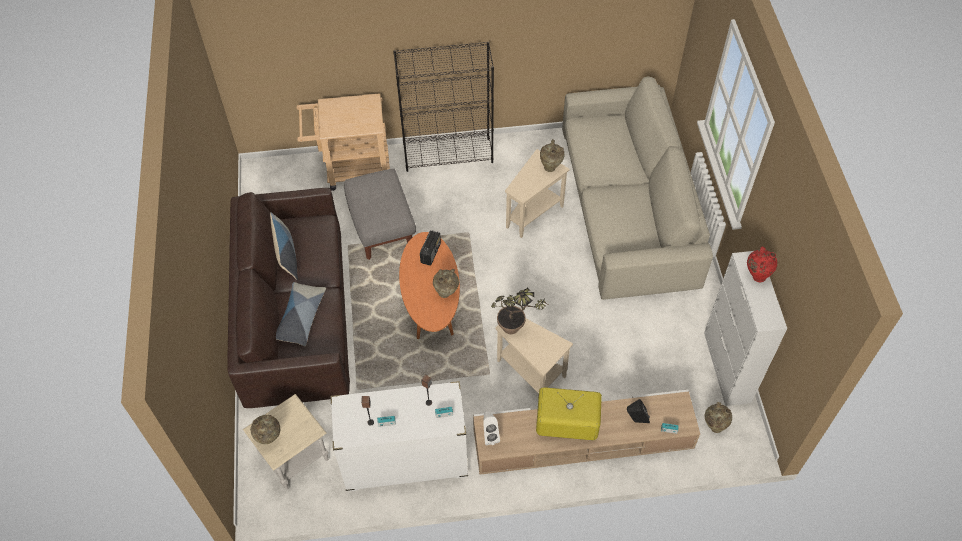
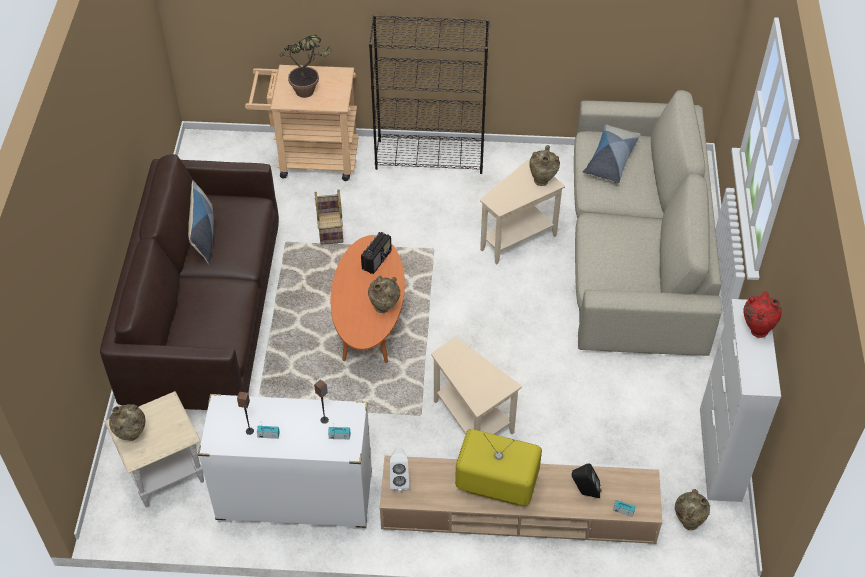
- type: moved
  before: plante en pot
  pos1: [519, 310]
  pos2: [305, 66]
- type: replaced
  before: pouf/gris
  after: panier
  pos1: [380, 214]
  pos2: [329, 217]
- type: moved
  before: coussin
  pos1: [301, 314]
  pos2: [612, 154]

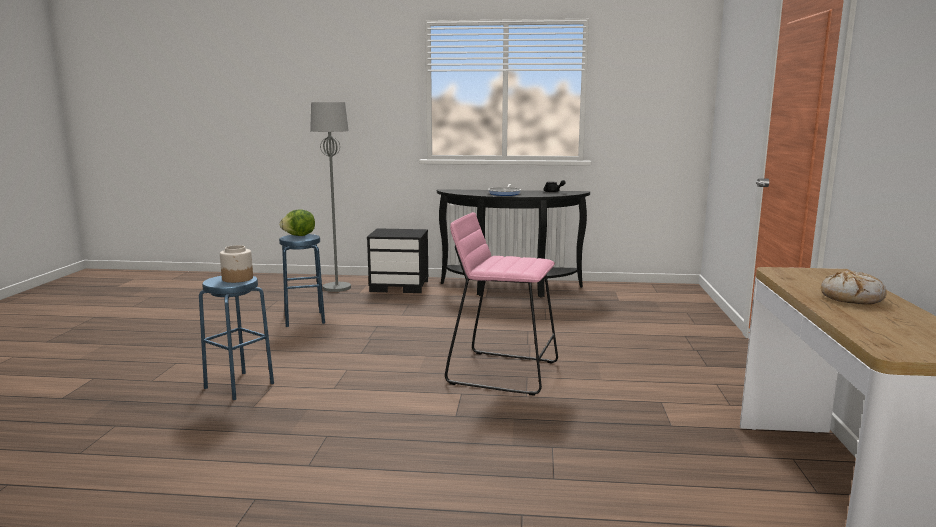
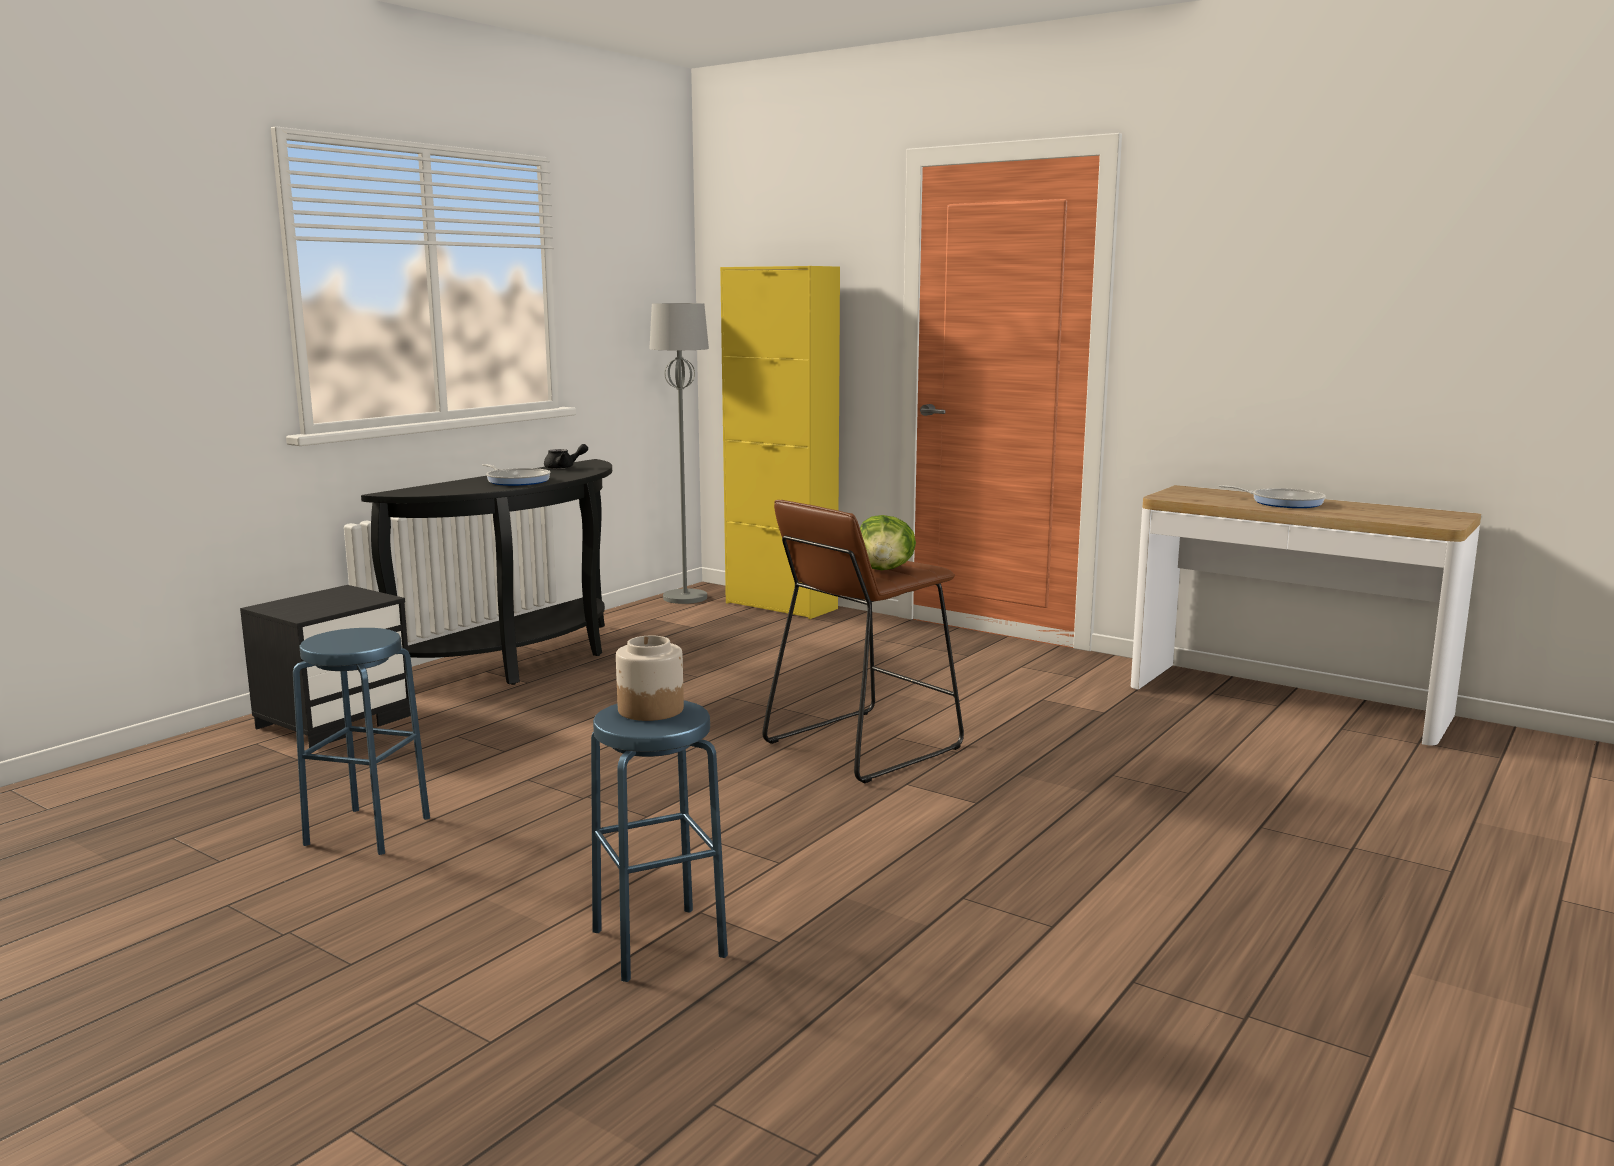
- type: moved
  before: lampadaire/gris
  pos1: [330, 197]
  pos2: [679, 453]
- type: added
  after: meuble de rangement/jaune
  pos2: [780, 442]
- type: recoloured
  before: tabouret/rose
  after: tabouret/marron
  pos1: [501, 304]
  pos2: [863, 641]
- type: moved
  before: laitue
  pos1: [297, 223]
  pos2: [888, 542]
- type: replaced
  before: pain
  after: poêle
  pos1: [854, 287]
  pos2: [1272, 496]

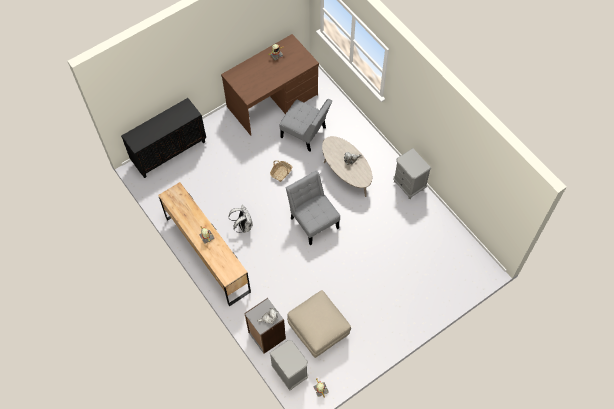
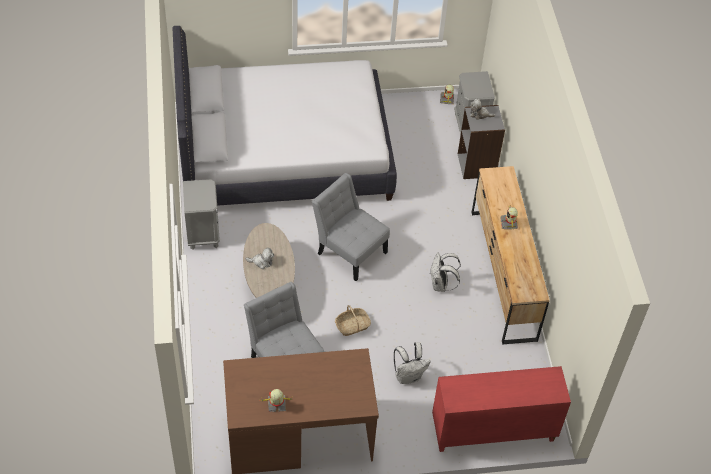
- type: added
  after: lit/blanc
  pos2: [284, 116]
- type: turned
  before: chaise/gris
  pos1: [313, 207]
  pos2: [351, 227]
  turn: 135
- type: added
  after: sac à dos/blanc
  pos2: [412, 363]
- type: recoloured
  before: meuble de rangement/noir
  after: meuble de rangement/rouge
  pos1: [163, 138]
  pos2: [501, 409]
- type: removed
  before: pouf/beige
  pos1: [319, 324]

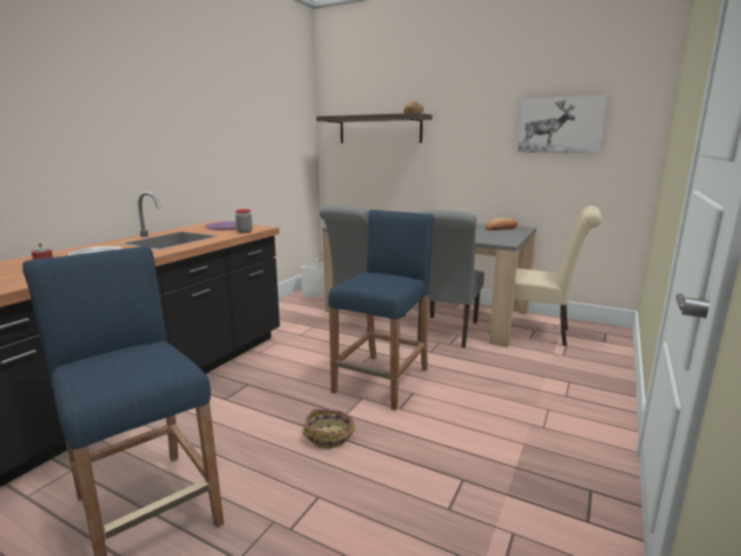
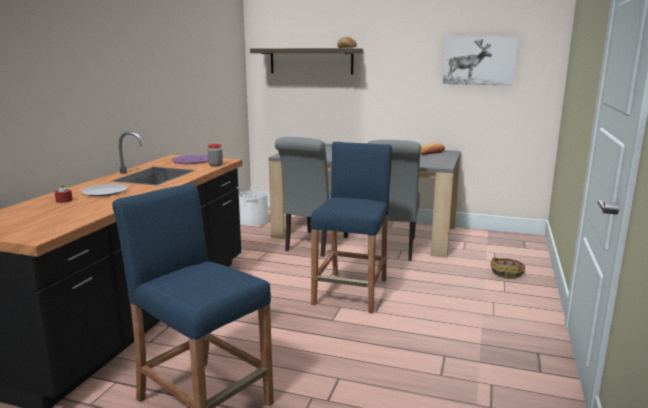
- type: moved
  before: panier
  pos1: [329, 429]
  pos2: [508, 268]
- type: removed
  before: chaise/beige
  pos1: [547, 276]

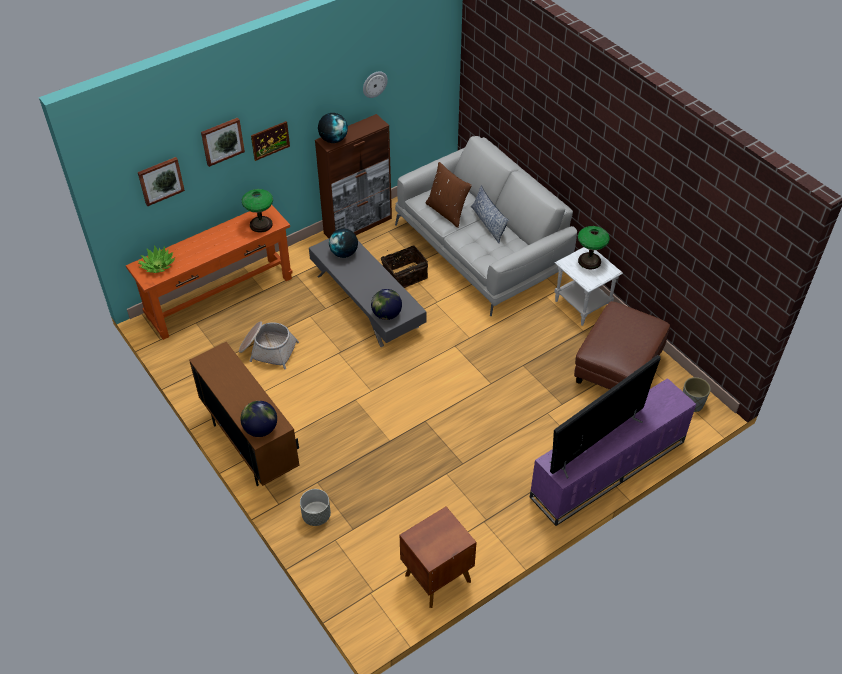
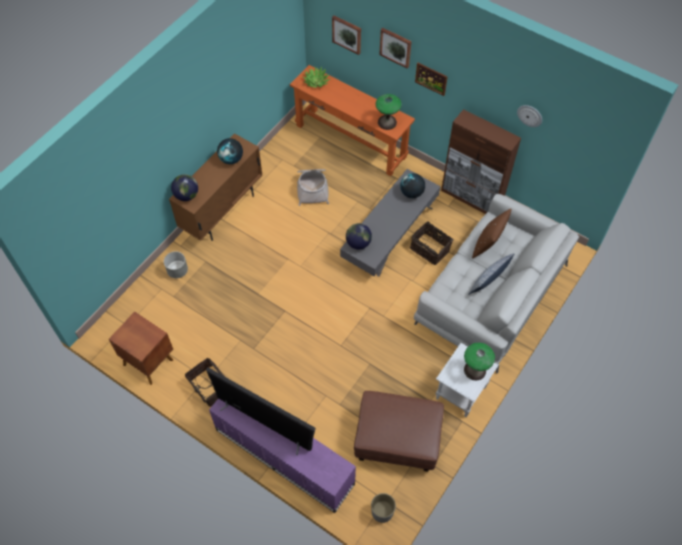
- type: added
  after: panier
  pos2: [204, 382]
- type: moved
  before: globe
  pos1: [333, 128]
  pos2: [230, 151]

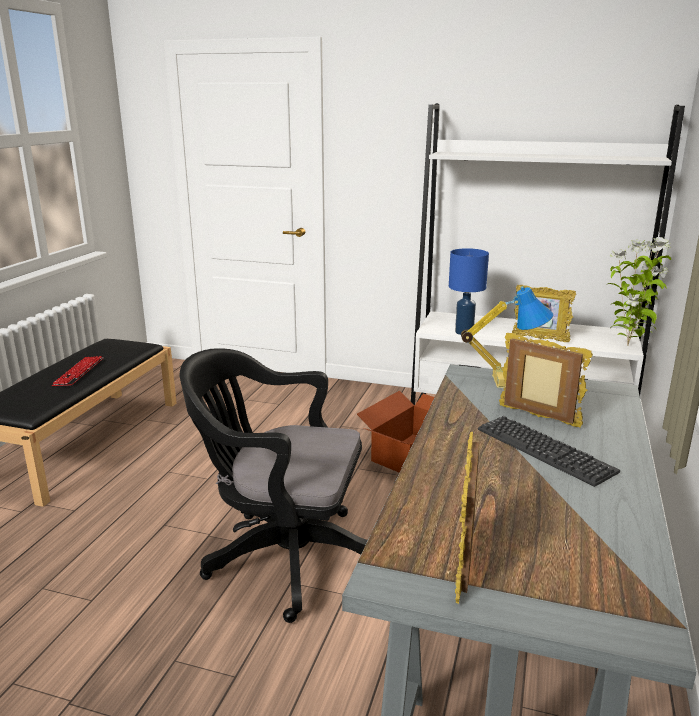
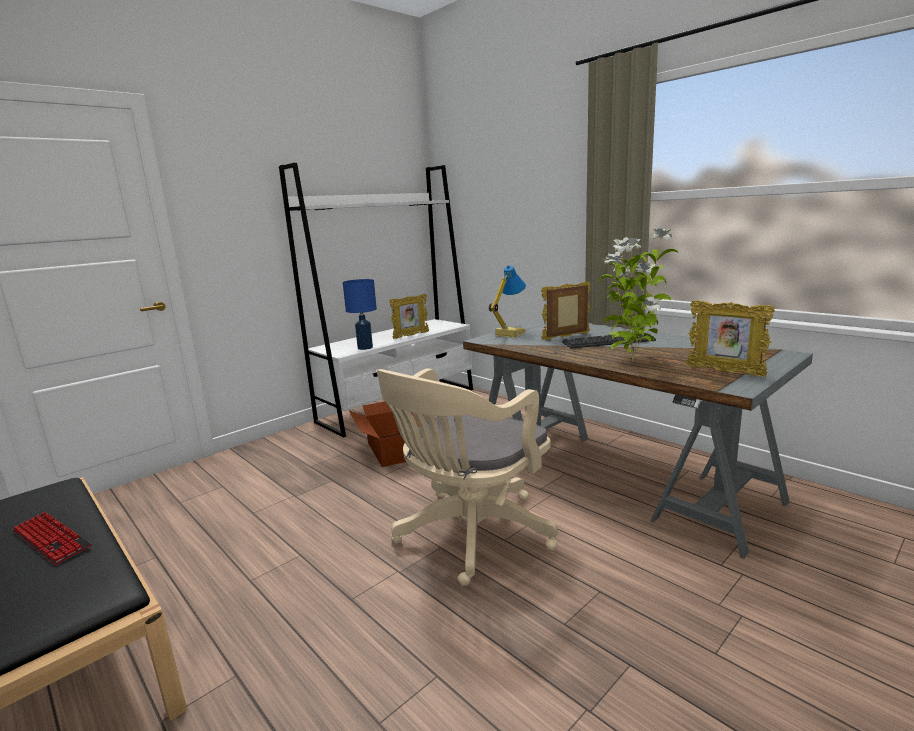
- type: recoloured
  before: chaise de bureau/noir
  after: chaise de bureau/beige
  pos1: [274, 485]
  pos2: [467, 477]
- type: moved
  before: plante en pot
  pos1: [639, 291]
  pos2: [638, 294]

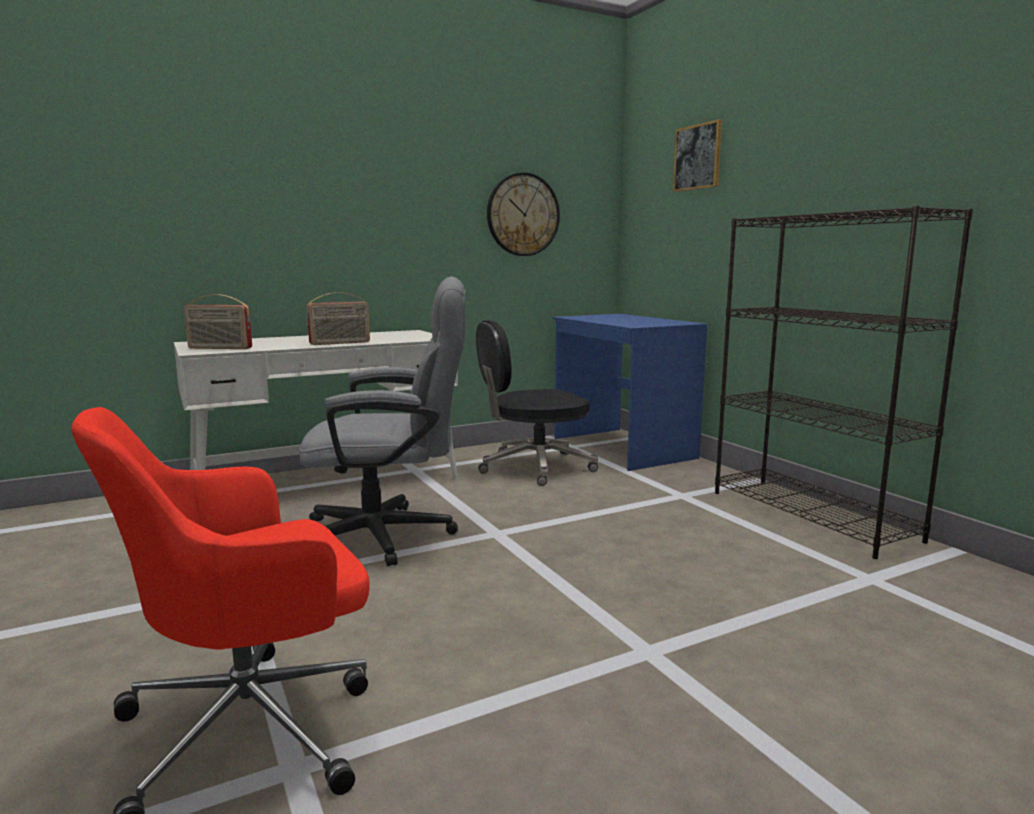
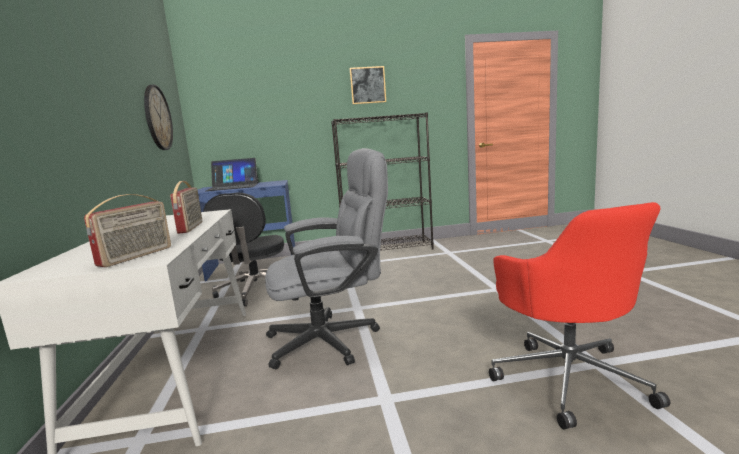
- type: added
  after: ordinateur portable
  pos2: [232, 174]
- type: turned
  before: chaise de bureau/gris
  pos1: [382, 421]
  pos2: [326, 258]
  turn: 60
- type: moved
  before: tableau
  pos1: [697, 155]
  pos2: [368, 85]

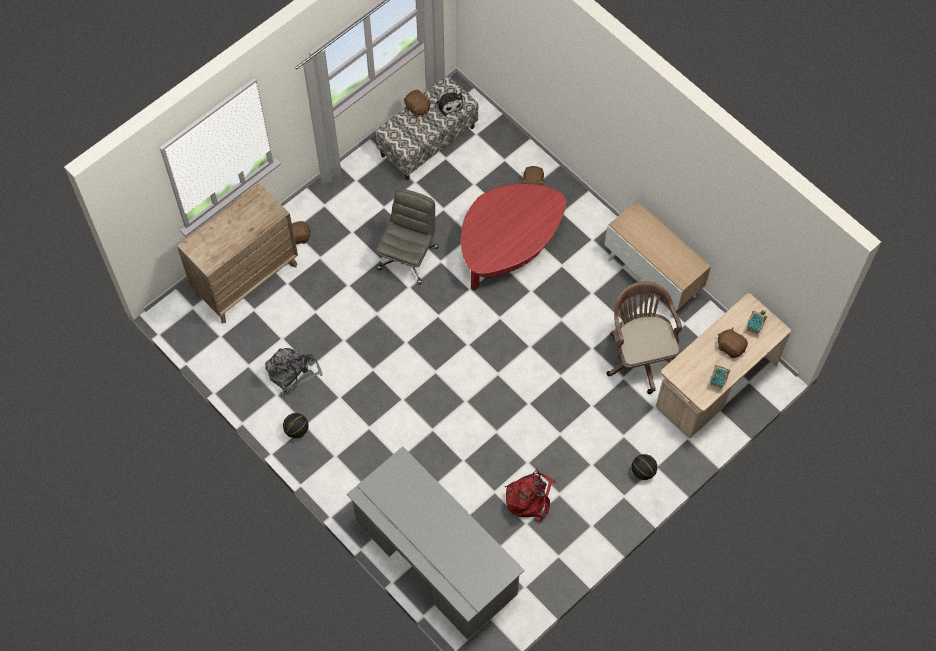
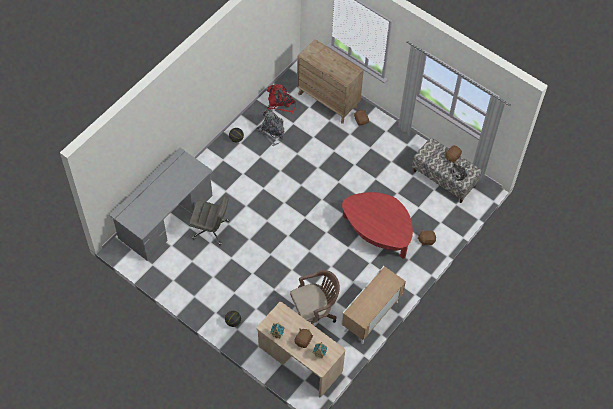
- type: moved
  before: chaise de bureau/gris
  pos1: [407, 236]
  pos2: [209, 220]
- type: moved
  before: sac à dos/rouge
  pos1: [530, 496]
  pos2: [281, 99]

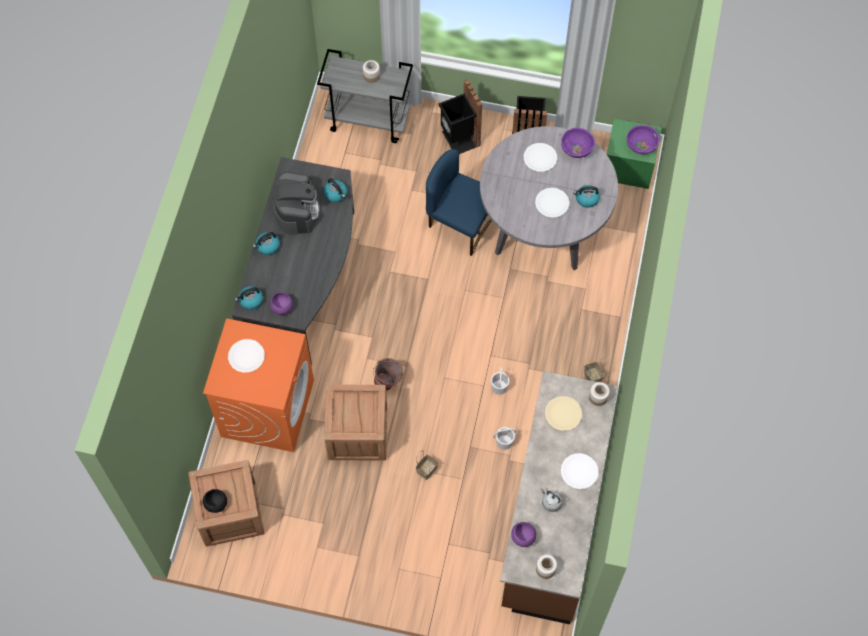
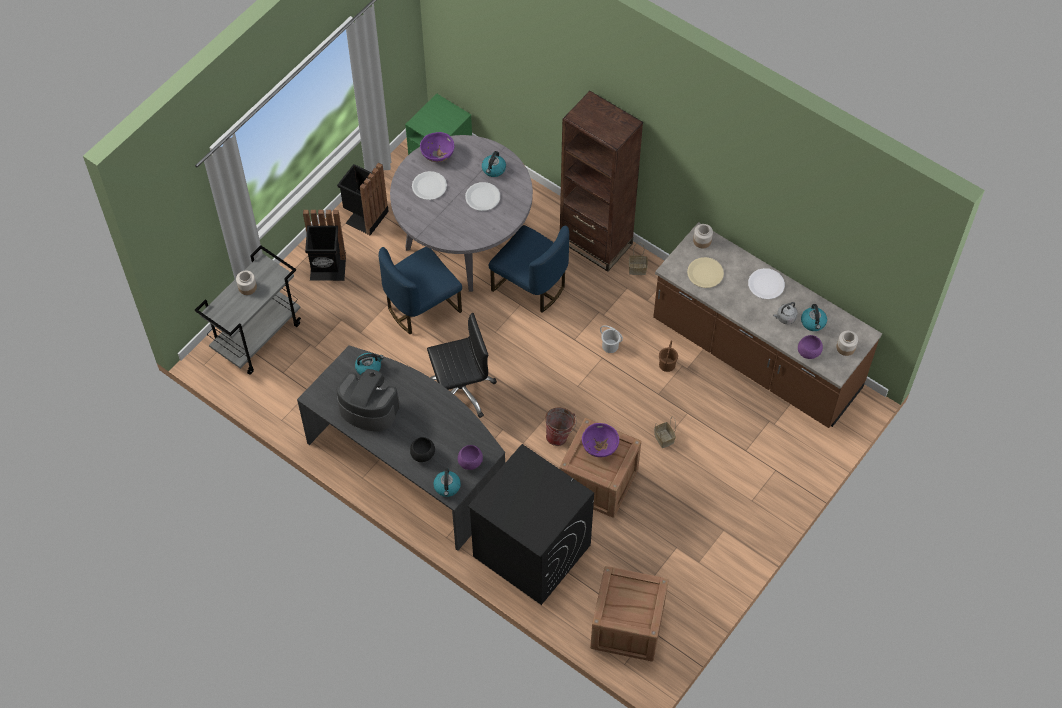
- type: moved
  before: bol/noir
  pos1: [215, 501]
  pos2: [422, 449]
- type: added
  after: chaise de bureau/noir
  pos2: [462, 365]
- type: recoloured
  before: lave-linge/orange
  after: lave-linge/noir
  pos1: [258, 385]
  pos2: [531, 524]
- type: added
  after: chaise/bleu
  pos2: [529, 268]
- type: added
  after: bibliothèque/marron
  pos2: [601, 181]
- type: moved
  before: bol/violet
  pos1: [642, 139]
  pos2: [600, 440]
- type: recoloured
  before: seau/blanc
  after: seau/marron
  pos1: [505, 438]
  pos2: [668, 356]
- type: moved
  before: bouilloire
  pos1: [266, 243]
  pos2: [814, 317]
- type: removed
  before: assiette/blanc
  pos1: [246, 356]

